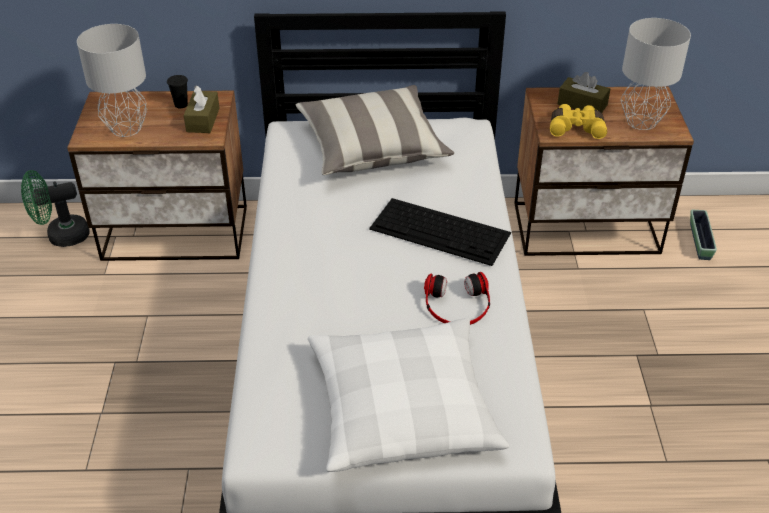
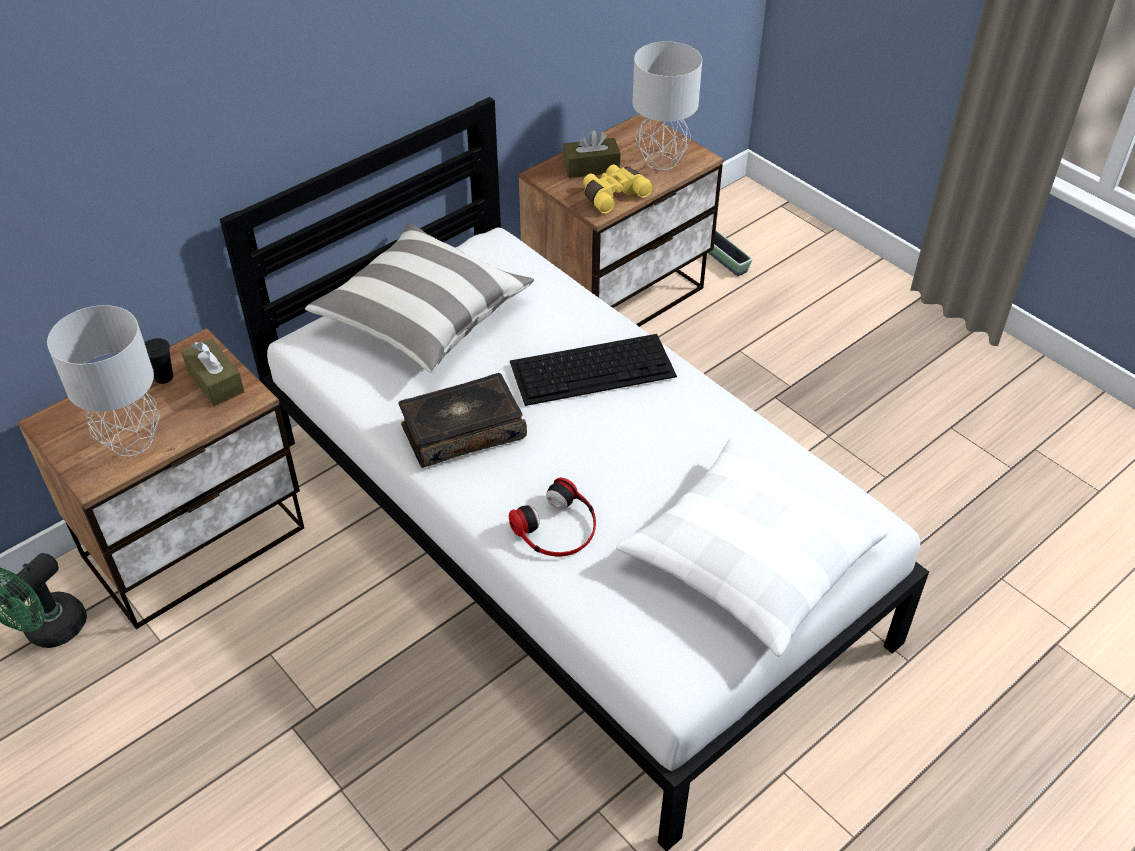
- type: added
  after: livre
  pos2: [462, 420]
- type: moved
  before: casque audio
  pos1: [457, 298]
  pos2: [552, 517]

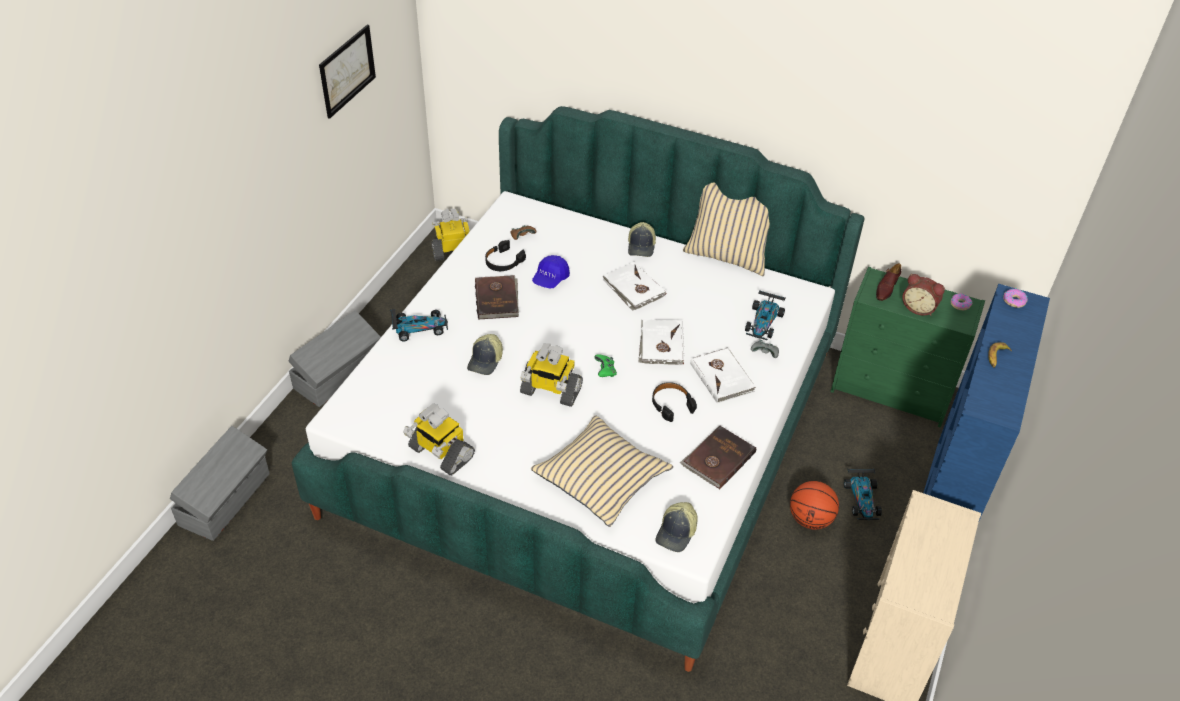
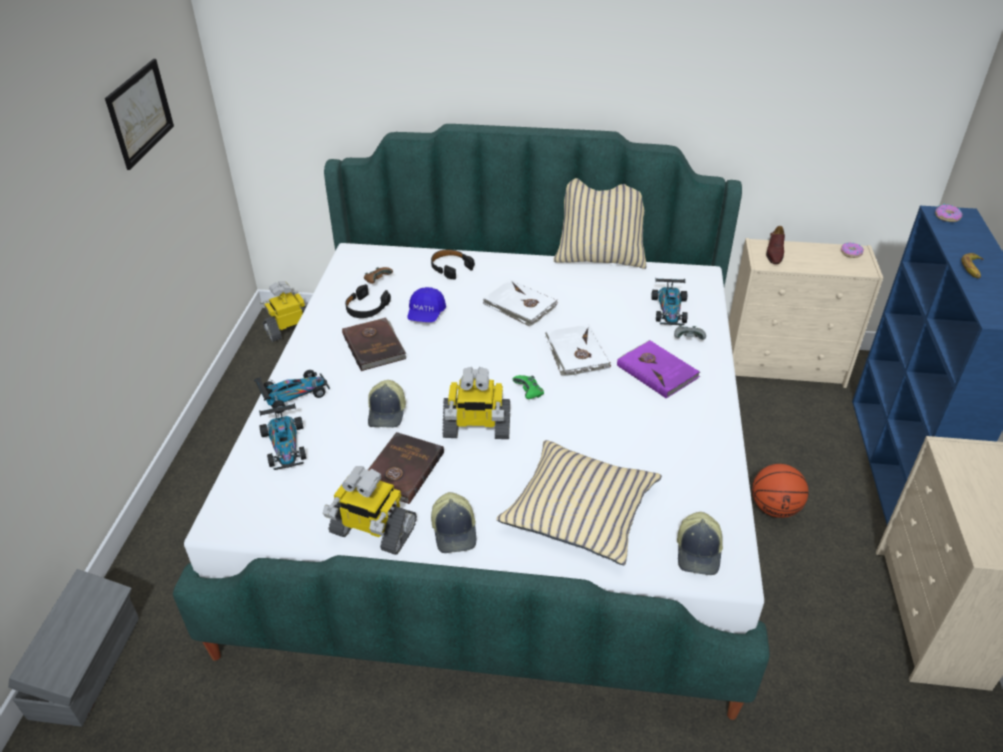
- type: moved
  before: petite voiture
  pos1: [863, 494]
  pos2: [282, 436]
- type: moved
  before: livre/marron
  pos1: [718, 457]
  pos2: [406, 468]
- type: moved
  before: casque audio/noir
  pos1: [674, 402]
  pos2: [453, 264]
- type: moved
  before: casquette
  pos1: [642, 239]
  pos2: [453, 522]
- type: recoloured
  before: livre/blanc
  after: livre/violet
  pos1: [723, 375]
  pos2: [658, 369]
- type: recoloured
  before: commode/vert
  after: commode/beige
  pos1: [908, 347]
  pos2: [806, 313]
- type: removed
  before: boîte de rangement/gris
  pos1: [335, 358]
- type: removed
  before: réveil
  pos1: [923, 295]

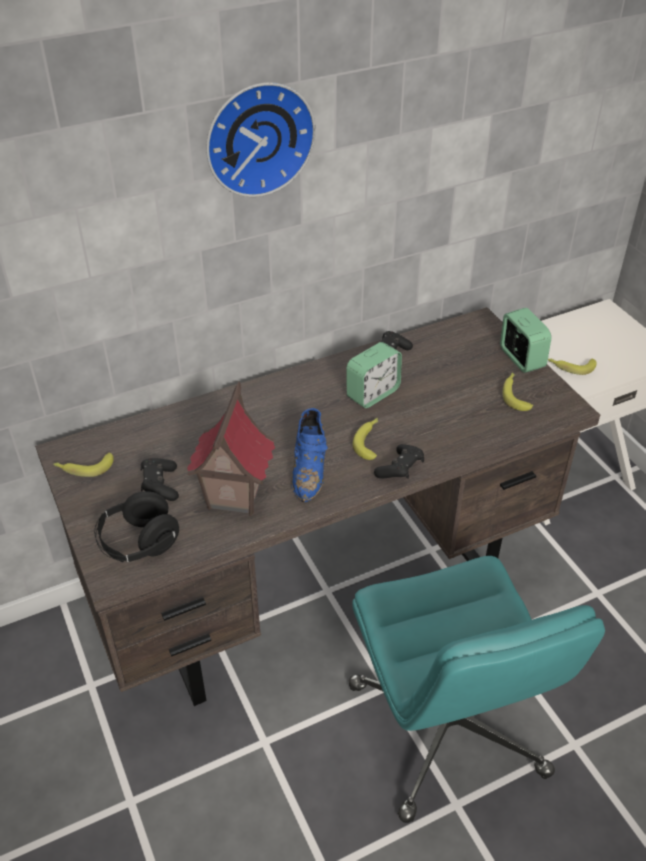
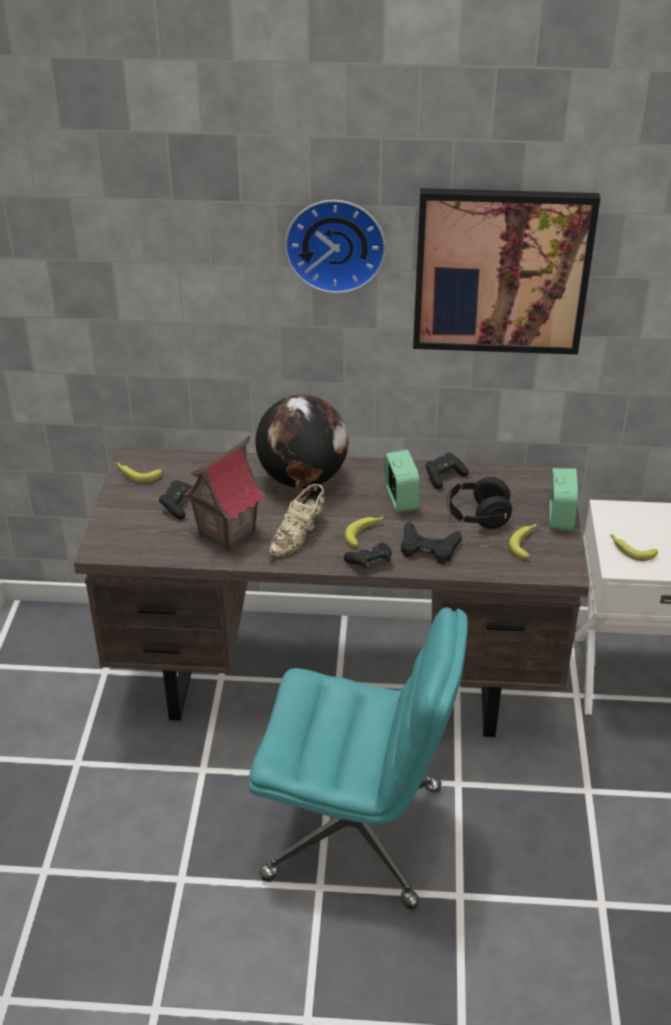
- type: turned
  before: chaise de bureau/turquoise
  pos1: [477, 689]
  pos2: [358, 758]
  turn: -90
- type: added
  after: globe
  pos2: [302, 442]
- type: recoloured
  before: chaussure/bleu
  after: chaussure/beige
  pos1: [309, 455]
  pos2: [296, 520]
- type: turned
  before: réveil
  pos1: [374, 375]
  pos2: [402, 481]
  turn: -90
- type: added
  after: manette/noir
  pos2: [431, 543]
- type: added
  after: tableau
  pos2: [506, 271]
- type: moved
  before: casque audio/noir
  pos1: [136, 526]
  pos2: [479, 503]

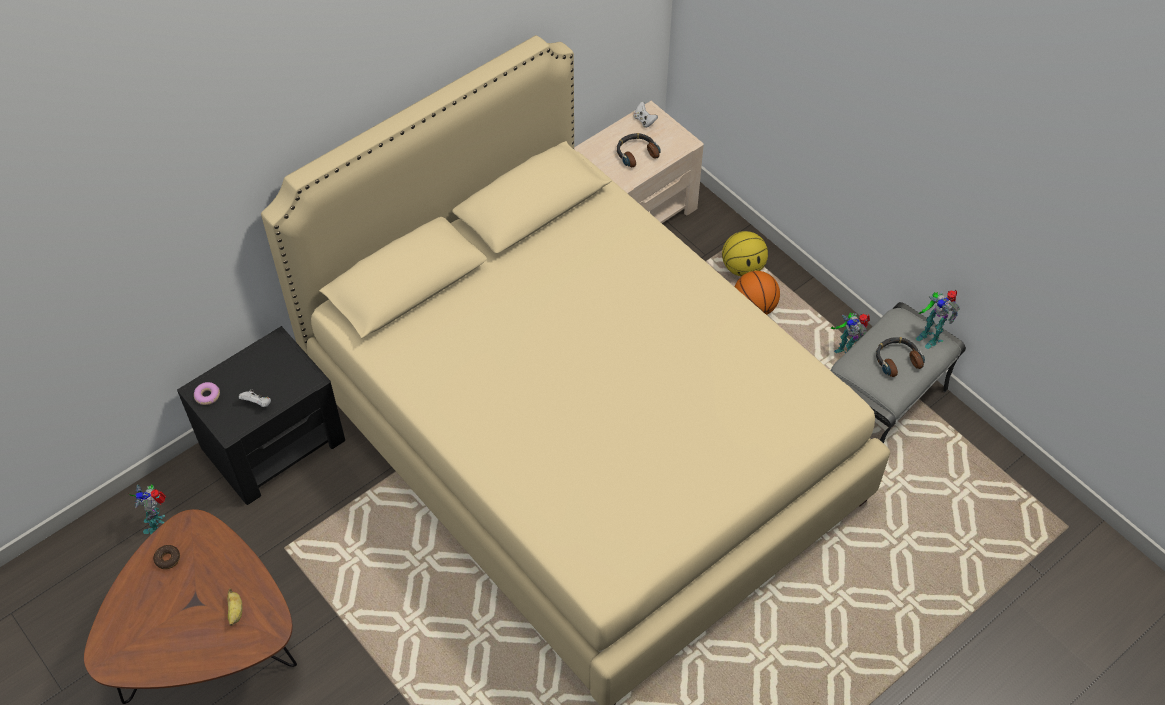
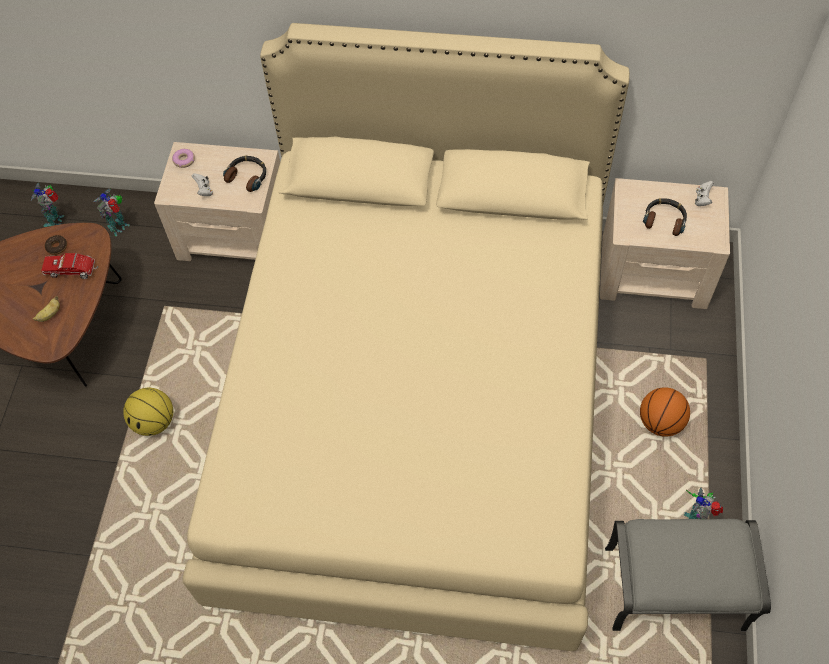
- type: moved
  before: robot jouet
  pos1: [938, 319]
  pos2: [47, 204]
- type: added
  after: camion jouet
  pos2: [69, 266]
- type: moved
  before: ballon de basket
  pos1: [745, 253]
  pos2: [148, 412]
- type: recoloured
  before: table de chevet/noir
  after: table de chevet/beige
  pos1: [261, 415]
  pos2: [217, 201]
- type: moved
  before: casque audio
  pos1: [900, 357]
  pos2: [244, 173]

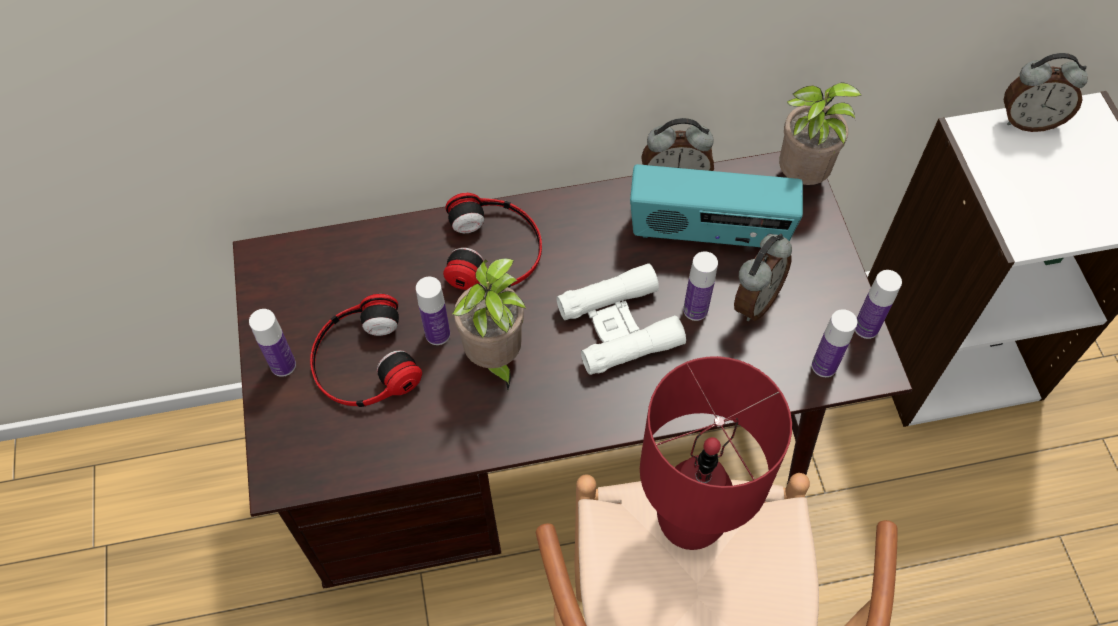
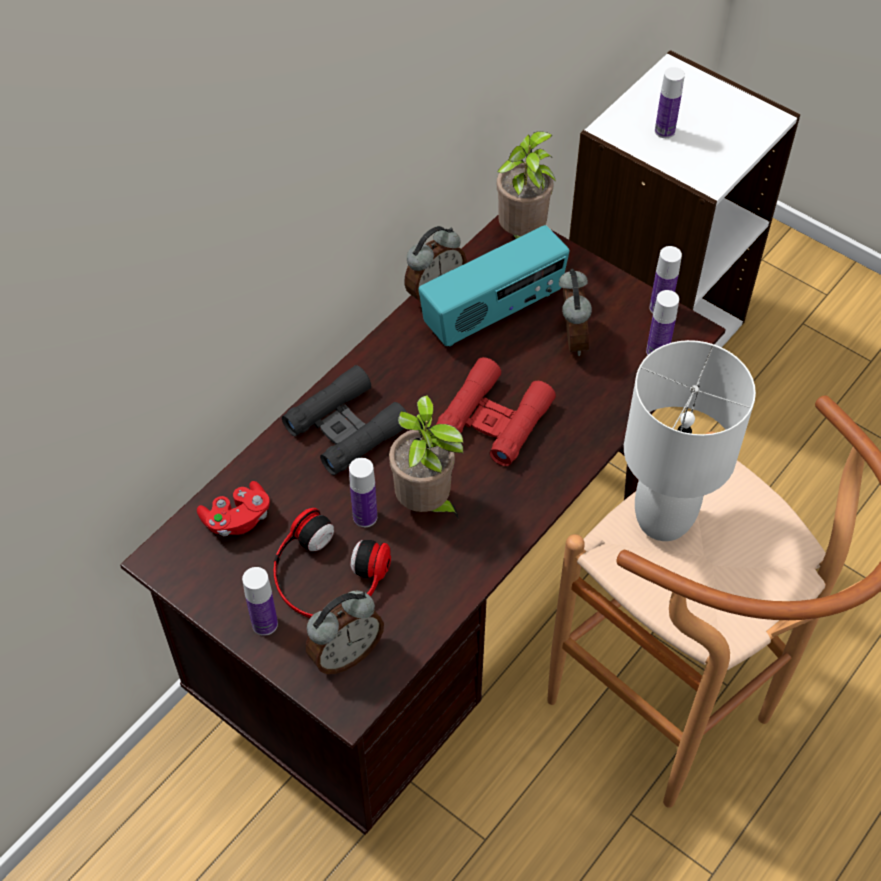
- type: added
  after: manette/rouge
  pos2: [233, 508]
- type: replaced
  before: casque audio
  after: jumelles/noir
  pos1: [492, 241]
  pos2: [344, 420]
- type: moved
  before: réveil
  pos1: [1046, 92]
  pos2: [344, 632]
- type: recoloured
  before: jumelles/blanc
  after: jumelles/rouge
  pos1: [621, 319]
  pos2: [496, 411]
- type: recoloured
  before: lampe de table/rouge
  after: lampe de table/blanc
  pos1: [716, 453]
  pos2: [690, 440]
- type: moved
  before: bouteille
  pos1: [700, 286]
  pos2: [670, 102]

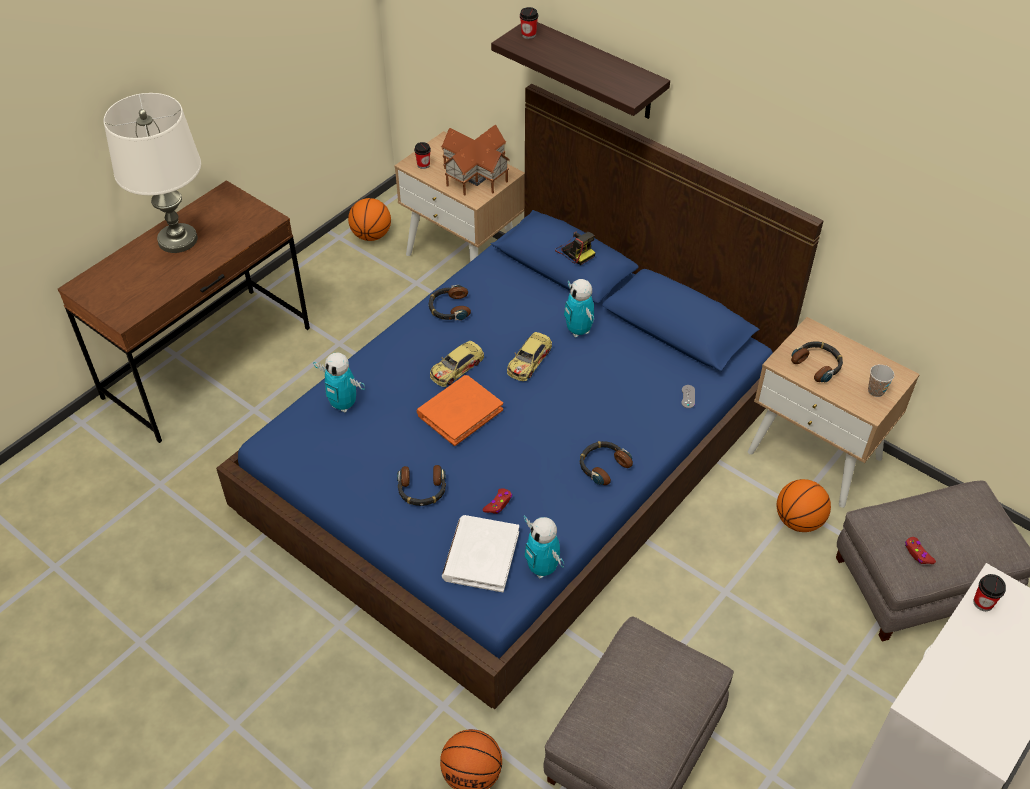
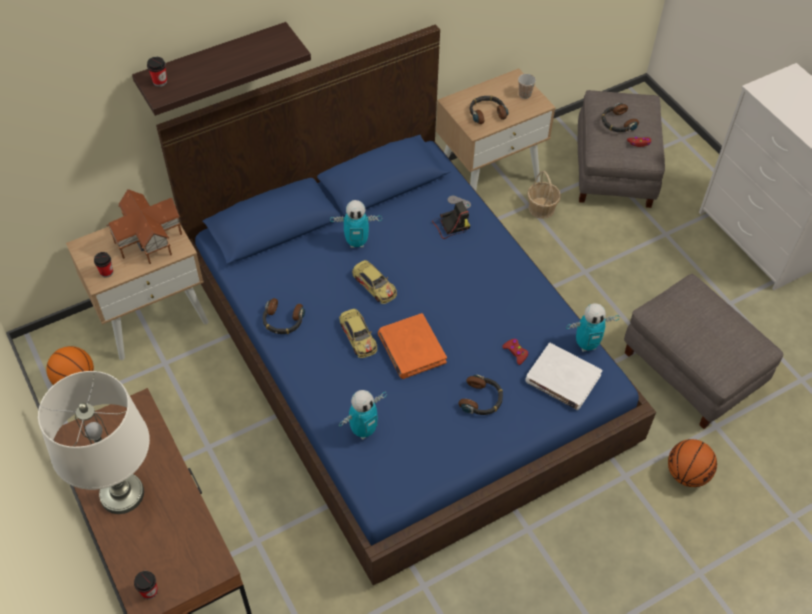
- type: moved
  before: tasse
  pos1: [989, 592]
  pos2: [146, 585]
- type: moved
  before: appareil photo
  pos1: [575, 248]
  pos2: [451, 220]
- type: replaced
  before: ballon de basket
  after: panier
  pos1: [804, 505]
  pos2: [544, 195]
- type: moved
  before: casque audio
  pos1: [606, 463]
  pos2: [620, 117]

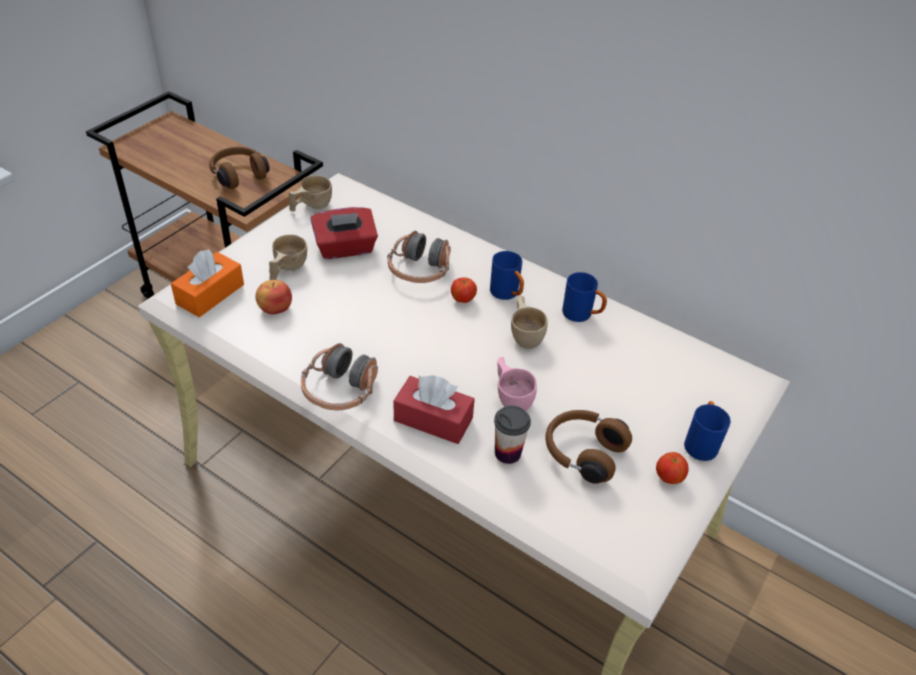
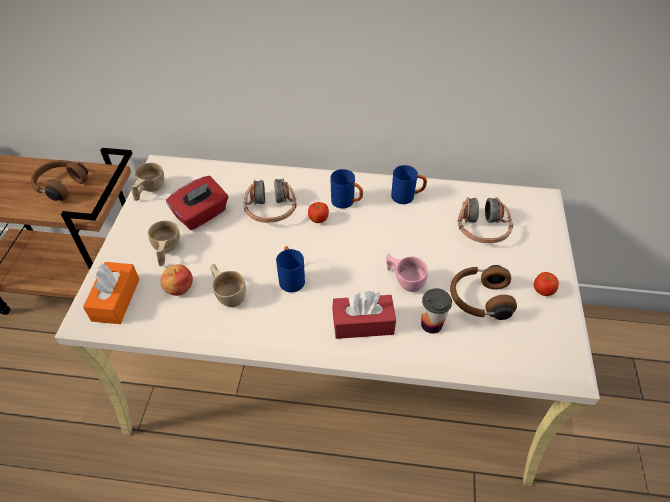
- type: moved
  before: tasse/beige
  pos1: [529, 322]
  pos2: [228, 285]
- type: moved
  before: mug/bleu
  pos1: [707, 431]
  pos2: [290, 269]
- type: moved
  before: casque audio
  pos1: [339, 376]
  pos2: [485, 220]

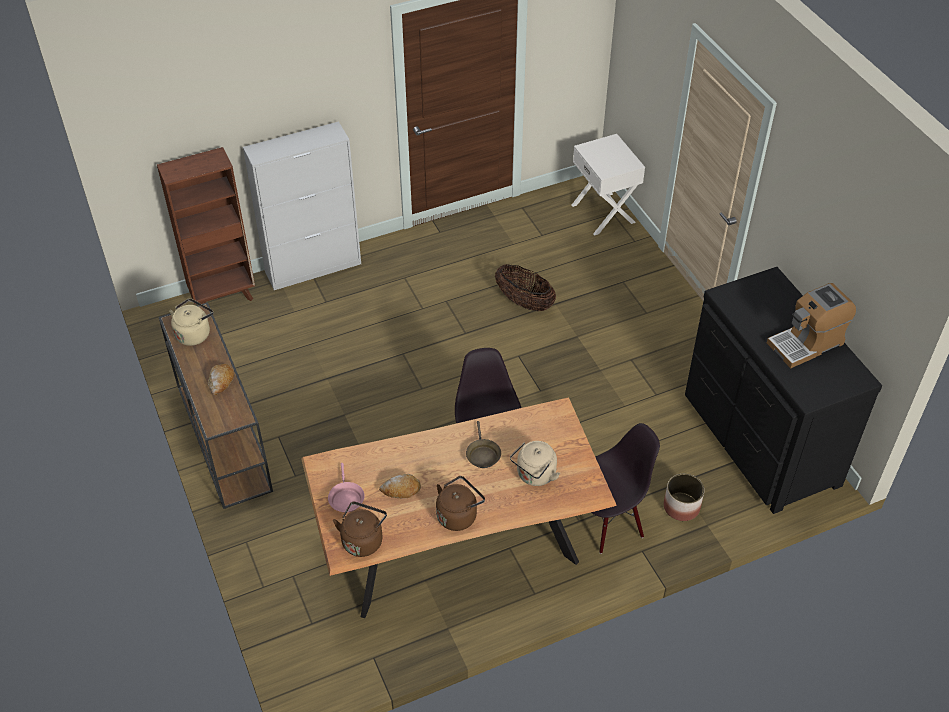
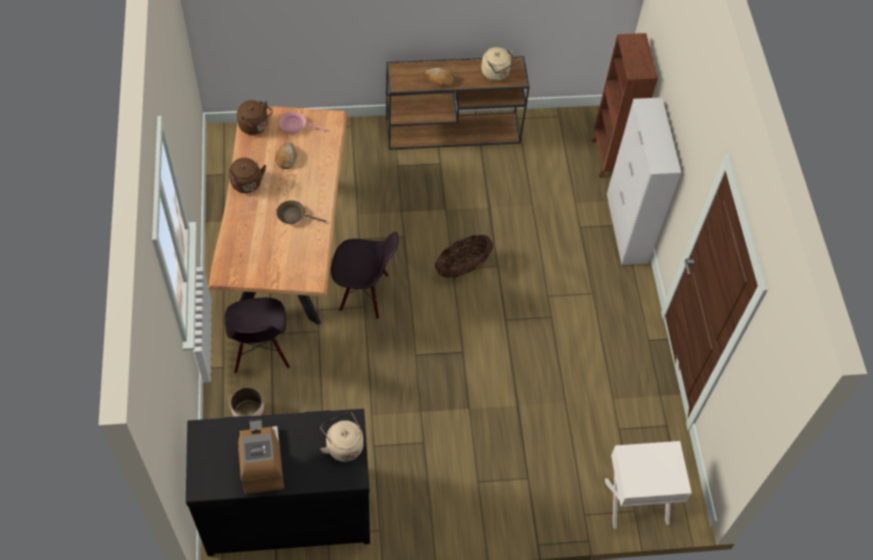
- type: moved
  before: bouilloire/beige
  pos1: [535, 463]
  pos2: [342, 437]
- type: moved
  before: panier
  pos1: [525, 287]
  pos2: [464, 256]

